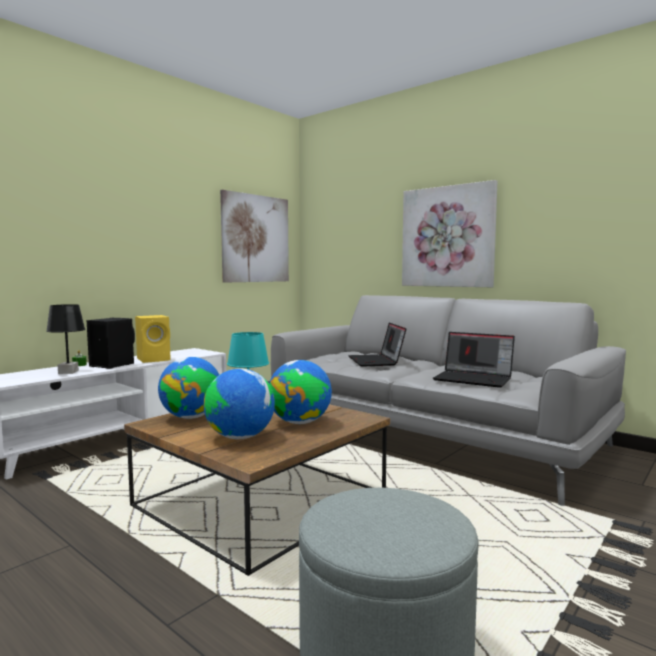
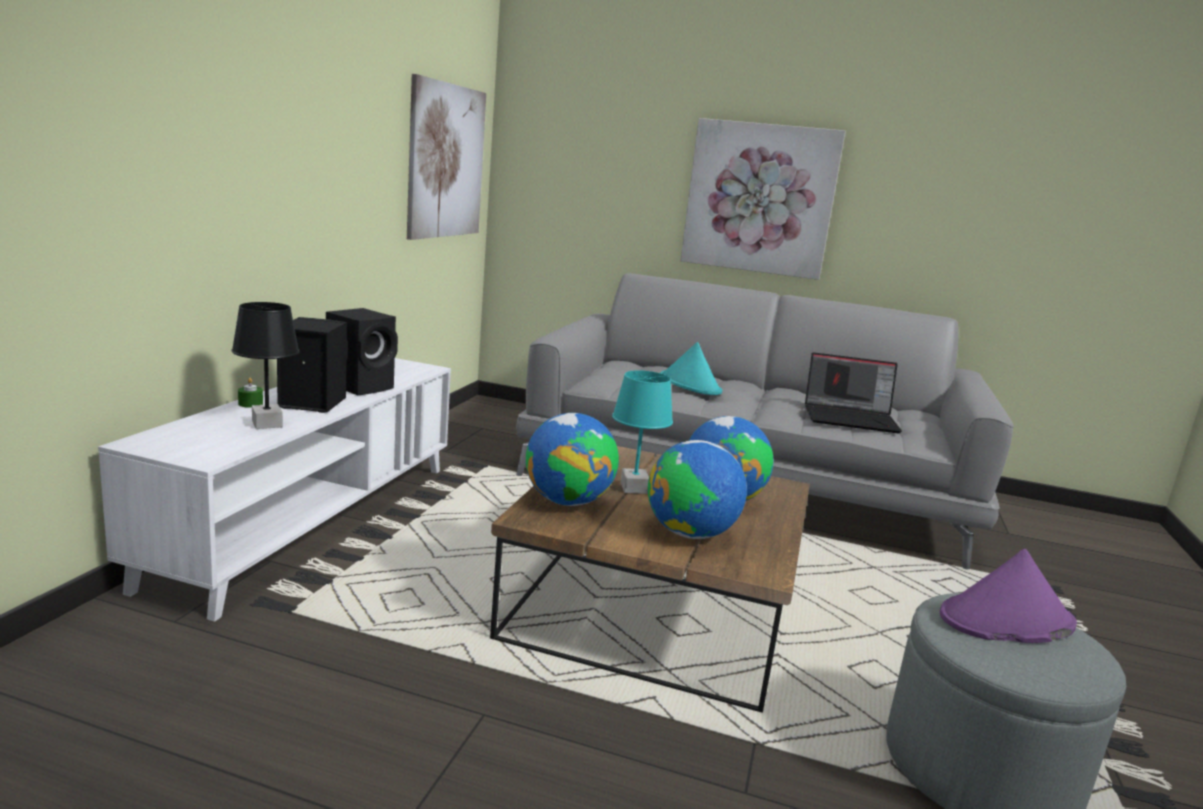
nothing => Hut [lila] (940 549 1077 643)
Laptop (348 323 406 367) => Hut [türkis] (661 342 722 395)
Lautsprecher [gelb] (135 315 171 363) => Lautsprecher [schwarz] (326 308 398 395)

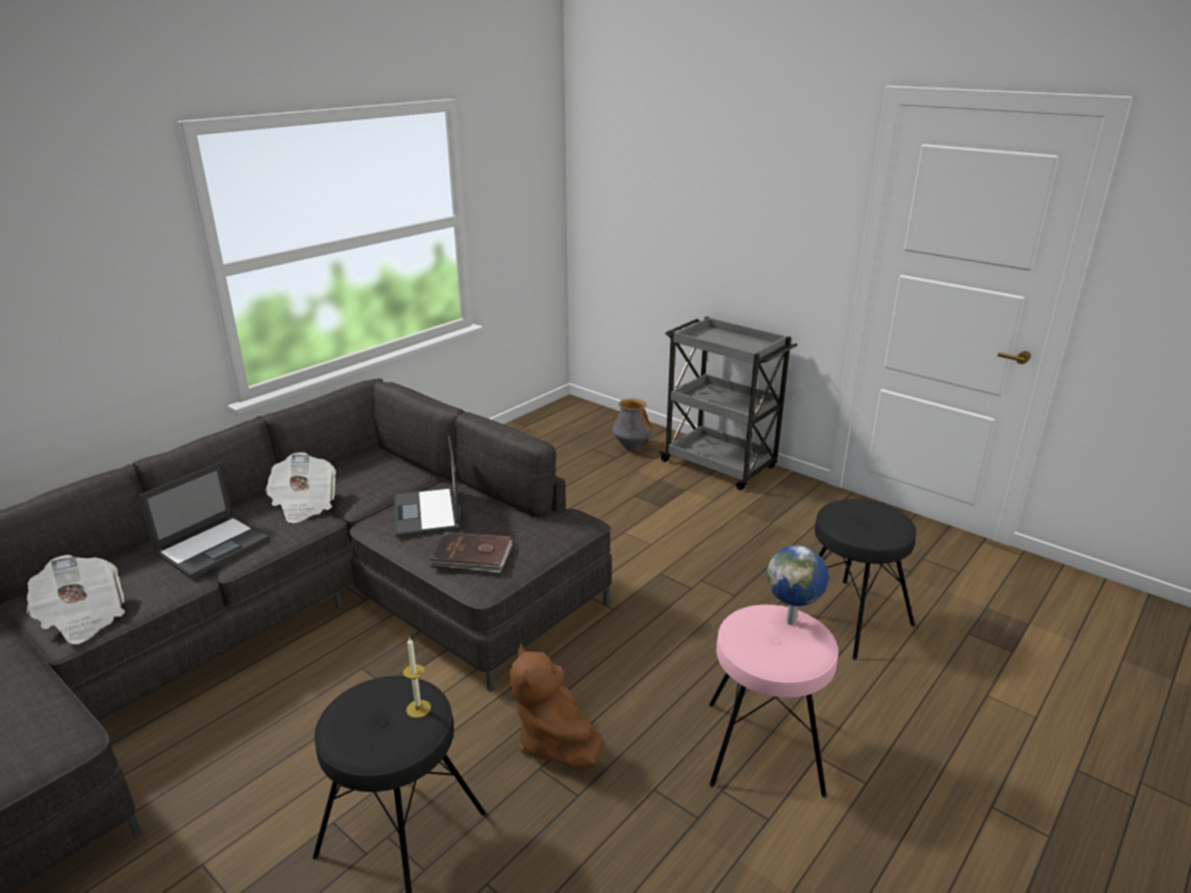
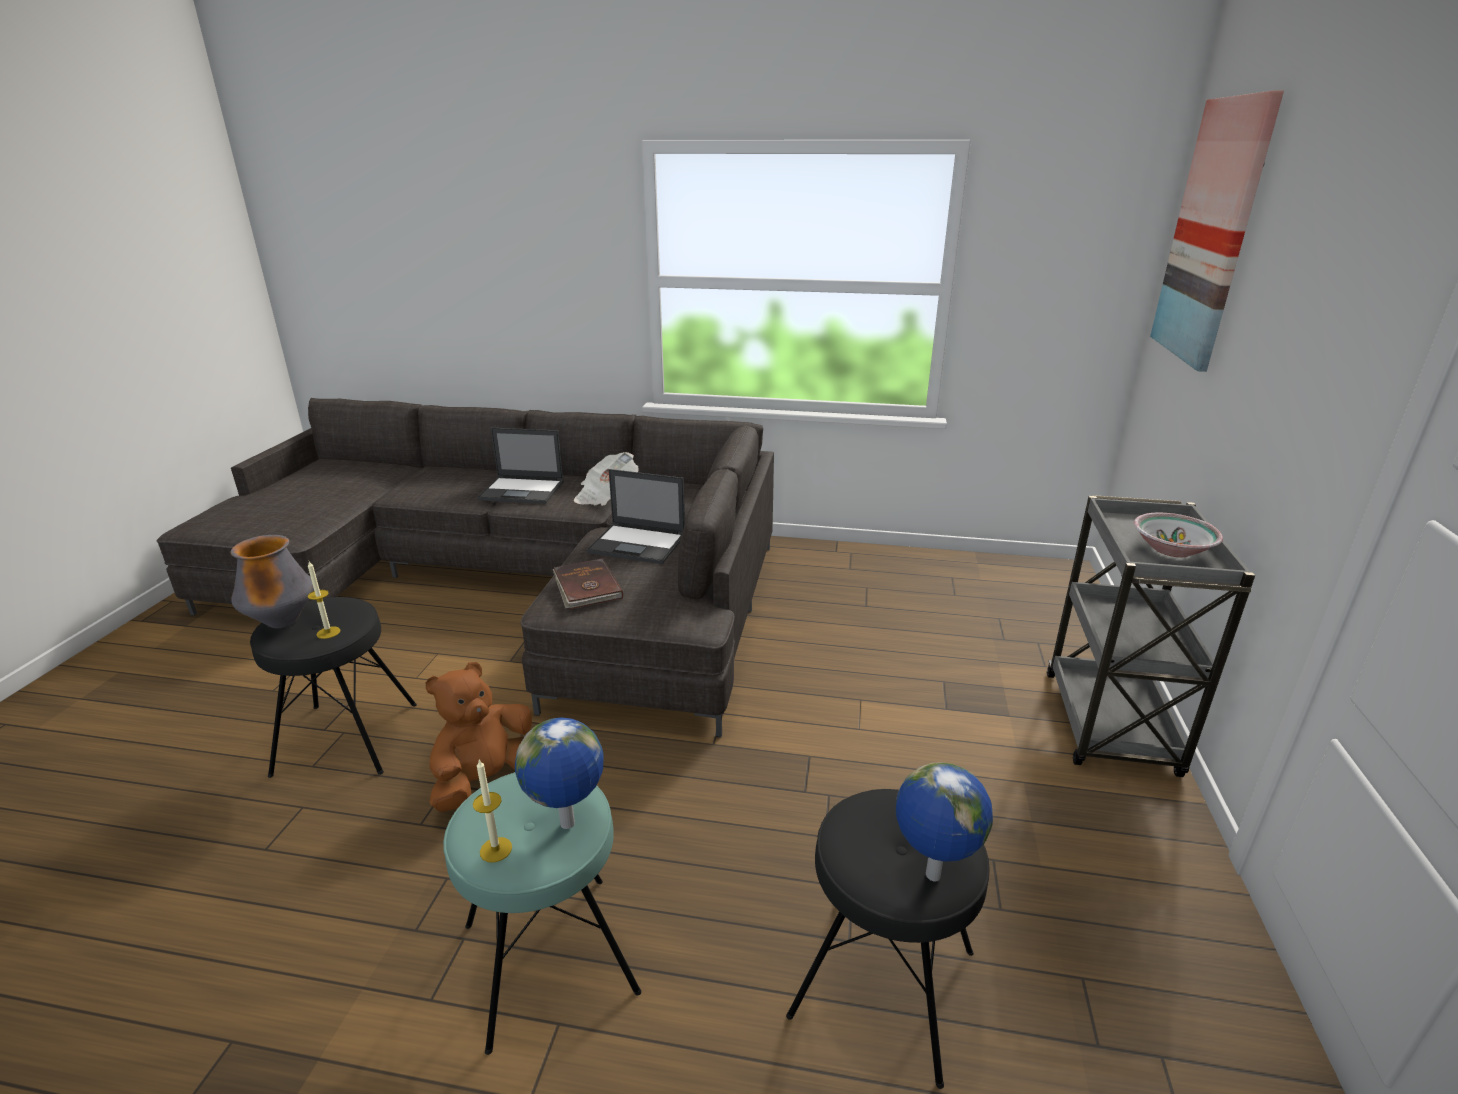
Zeitung (26 555 125 644) => nothing
nothing => Kerze (473 760 512 863)
nothing => Globus (896 762 993 881)
nothing => Schüssel (1134 513 1223 557)
nothing => Bild (1150 90 1284 372)
Vase (612 398 652 450) => Vase (230 535 314 628), relocated
Hocker [rosa] (709 604 839 798) => Hocker [türkis] (443 772 641 1055)
Laptop (394 436 461 537) => Laptop (587 469 685 564), 120 degrees counterclockwise

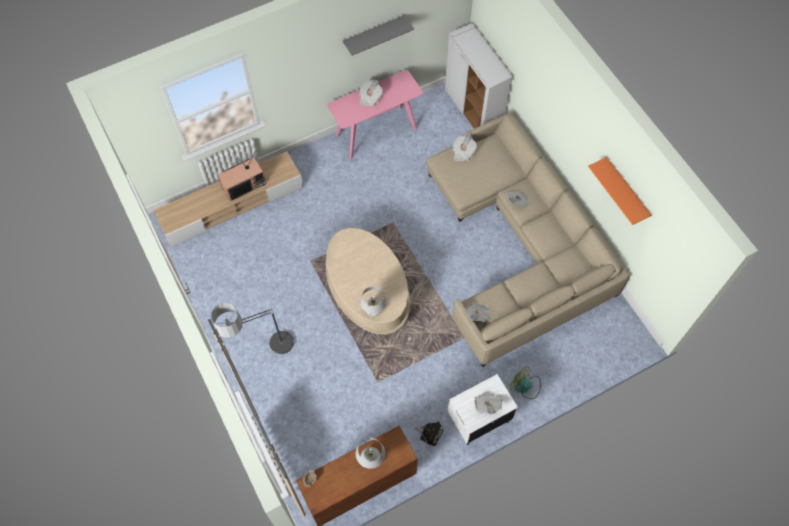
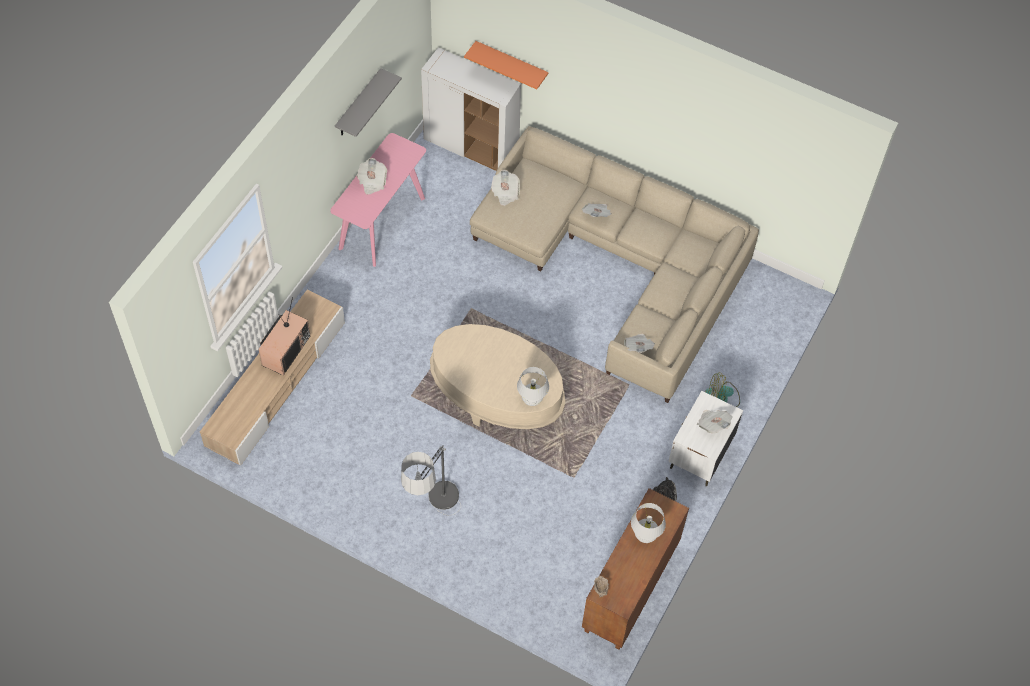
Wandregal [orange] (588 157 651 225) => Wandregal [orange] (464 41 548 89), relocated

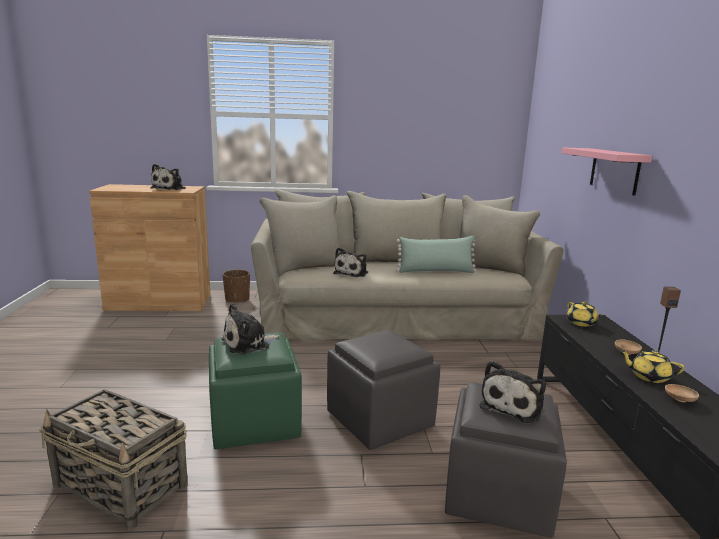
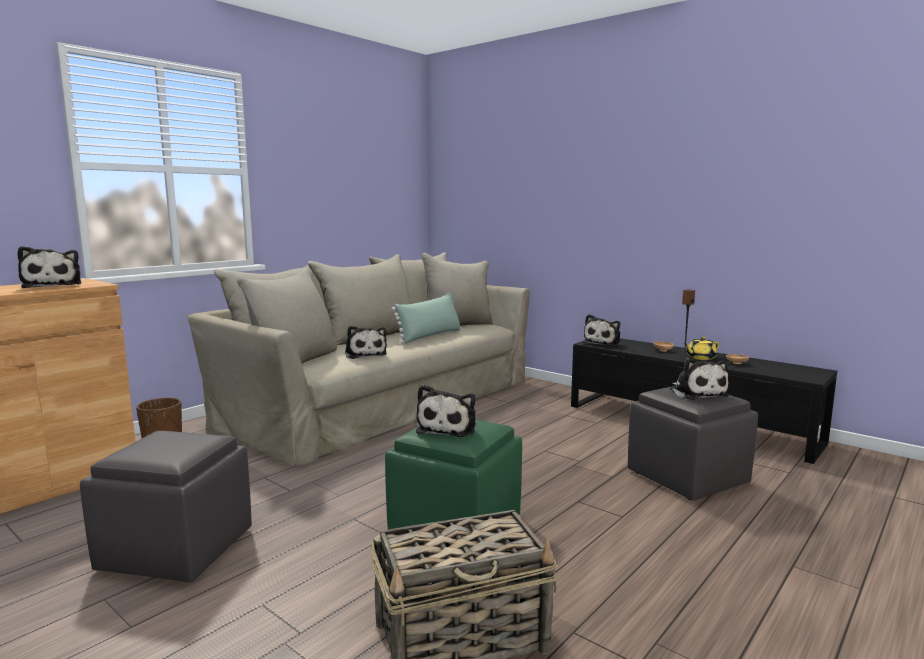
Wandregal [rosa] (561 147 652 196) => nothing
Polsterhocker [grau] (327 330 440 450) => Polsterhocker [grau] (80 431 252 582), relocated
Teekanne [gelb] (567 302 603 327) => Plüschtier (583 314 622 346)

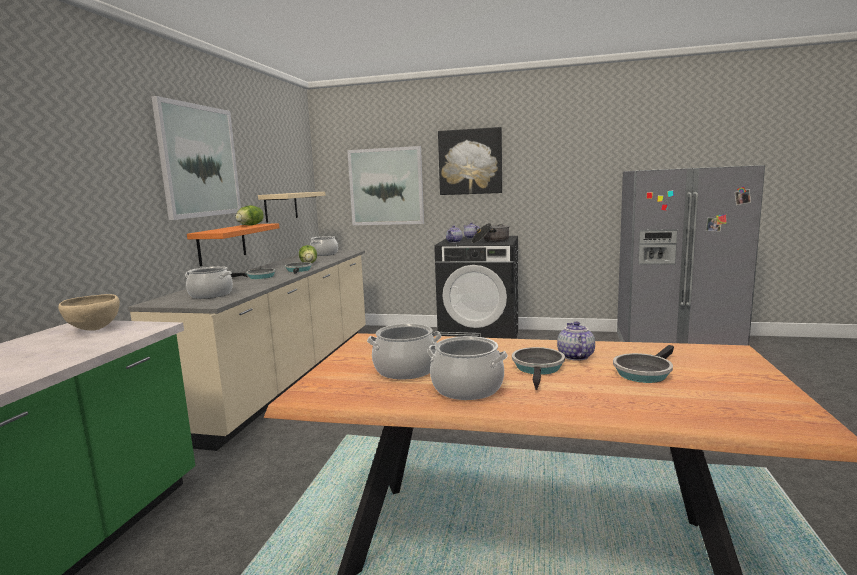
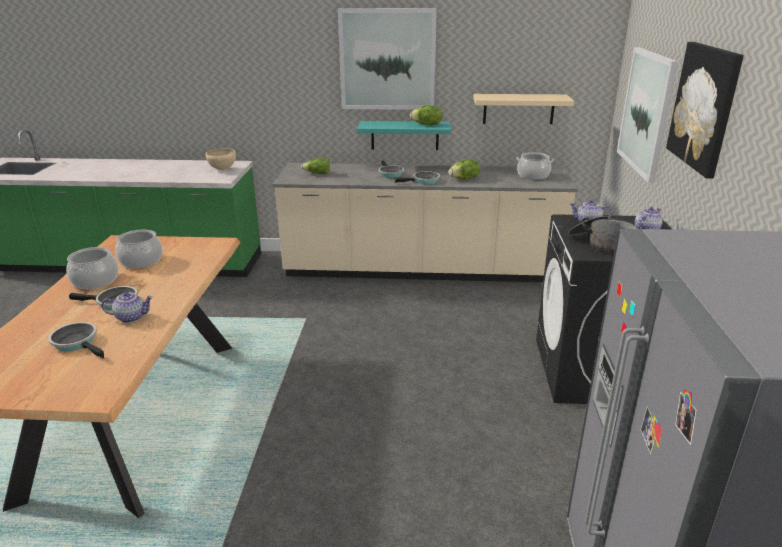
Kochtopf (185 266 233 299) => Salatkopf (301 158 330 174)
Wandregal [orange] (187 223 279 266) => Wandregal [türkis] (357 121 451 150)

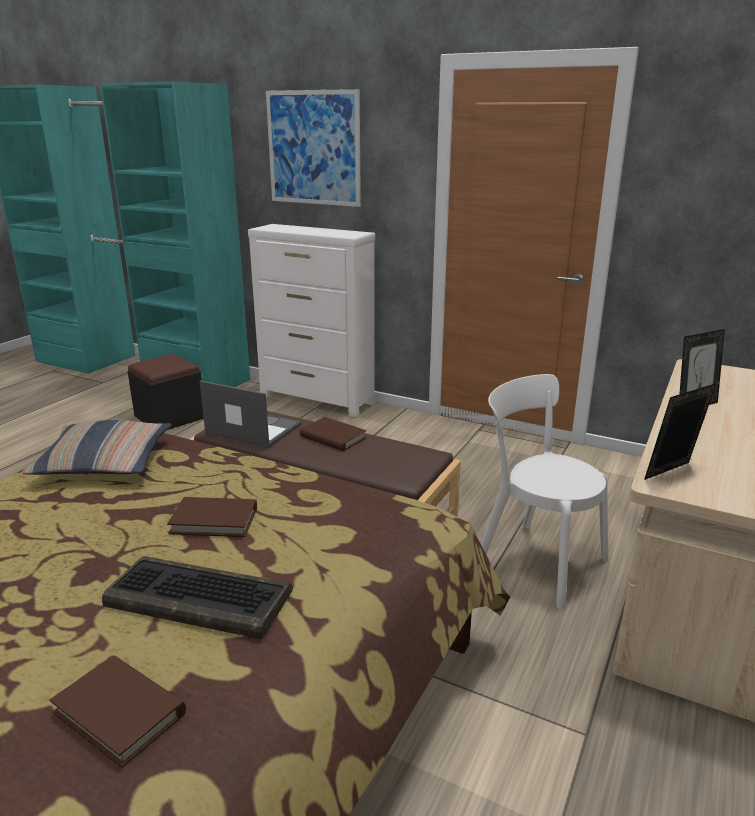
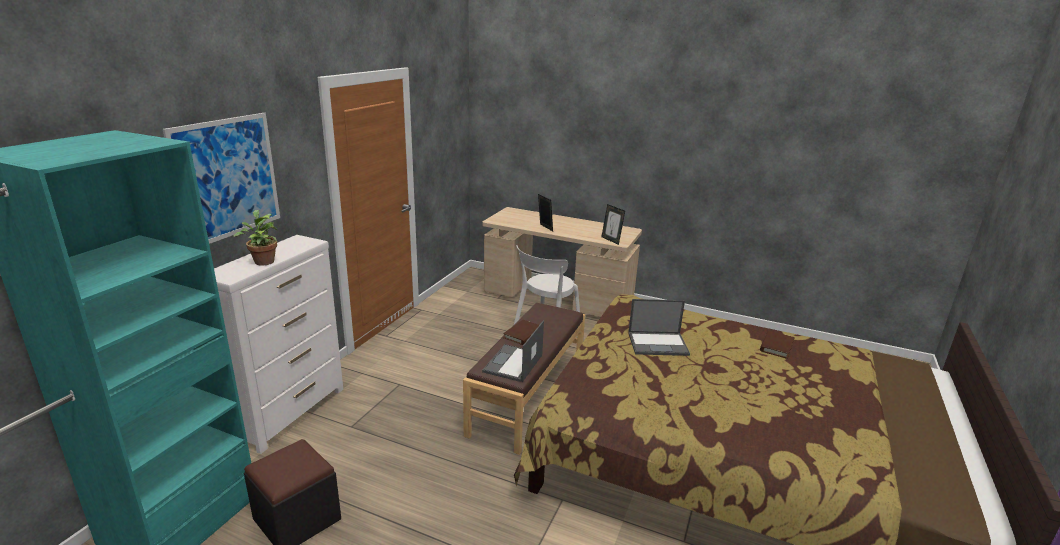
Kissen (21 420 172 475) => nothing
Tastatur (102 556 293 640) => nothing
nothing => Topfpflanze (234 210 278 266)
Buch [braun] (167 497 257 537) => Laptop (628 299 690 356)

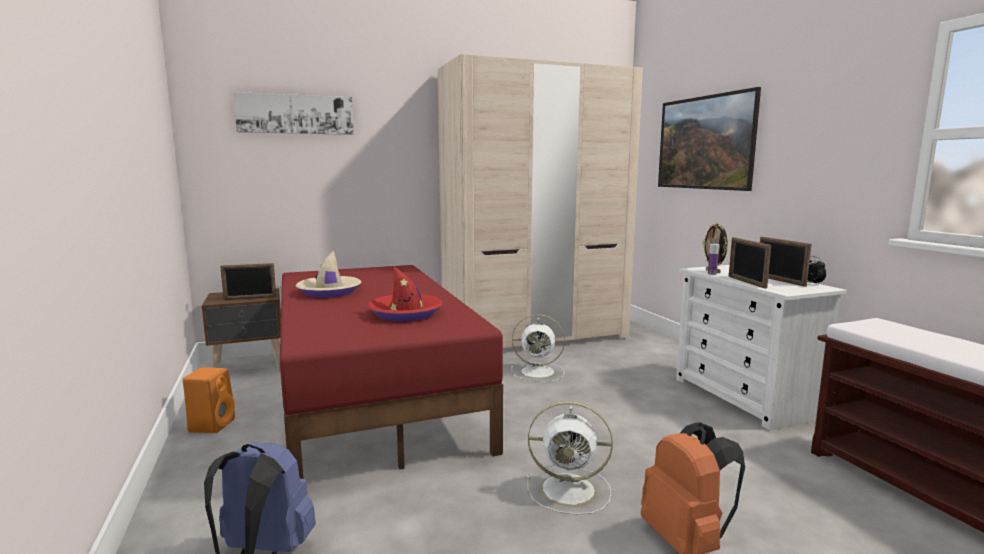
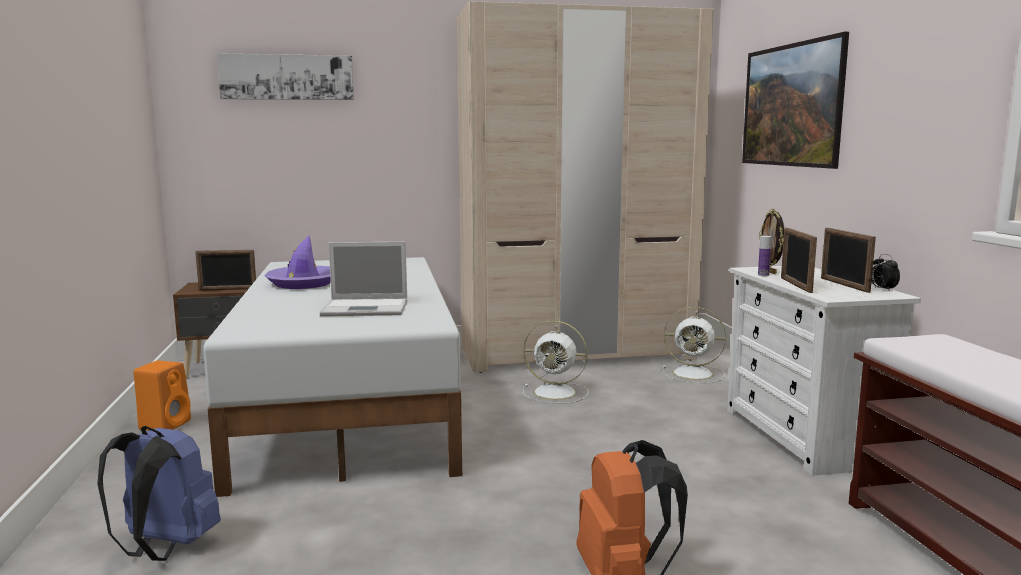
Ventilator [weiß] (527 401 613 515) => Ventilator [weiß] (663 307 726 383), relocated
Hut [rot] (367 266 443 321) => Laptop (320 242 407 316)
Bett [rot] (280 265 503 479) => Bett [weiß] (203 257 462 497)
Hut [beige] (296 250 362 298) => Hut [lila] (264 235 331 289)

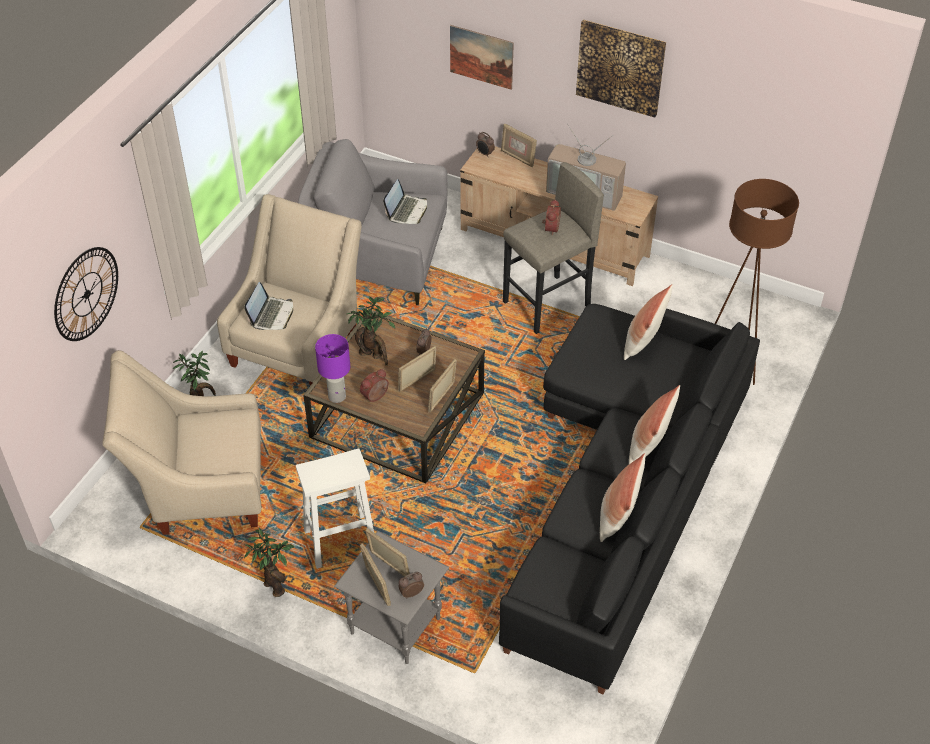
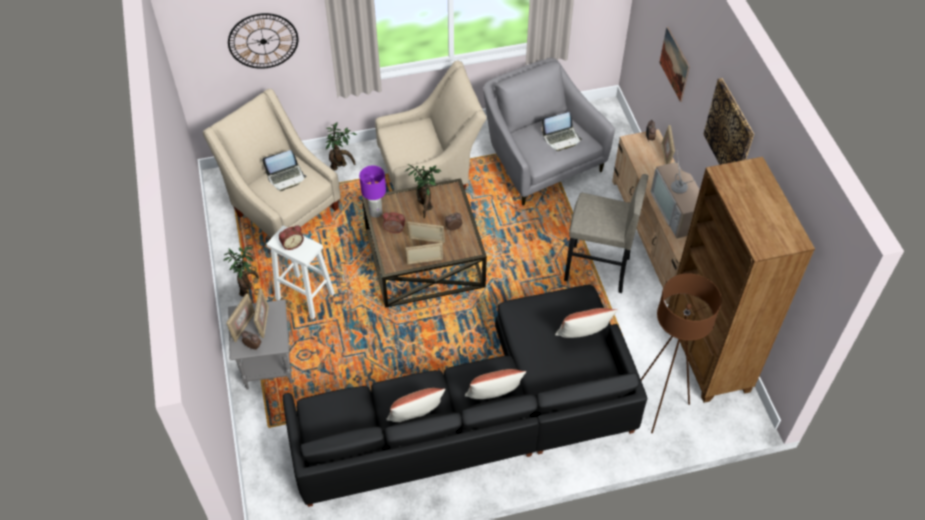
nothing => Bücherregal [braun] (668 157 815 403)
Laptop (244 282 293 330) => Laptop (262 150 306 191), relocated
Wecker (542 199 561 236) => Wecker (279 225 304 250), relocated

